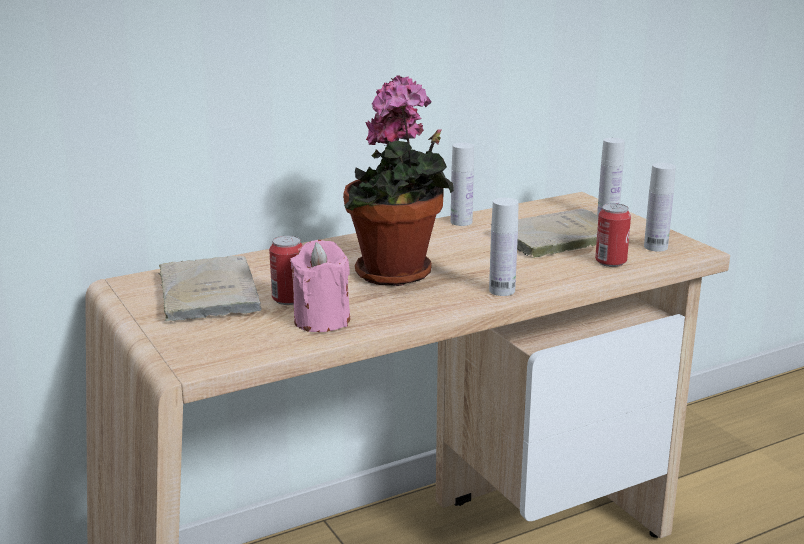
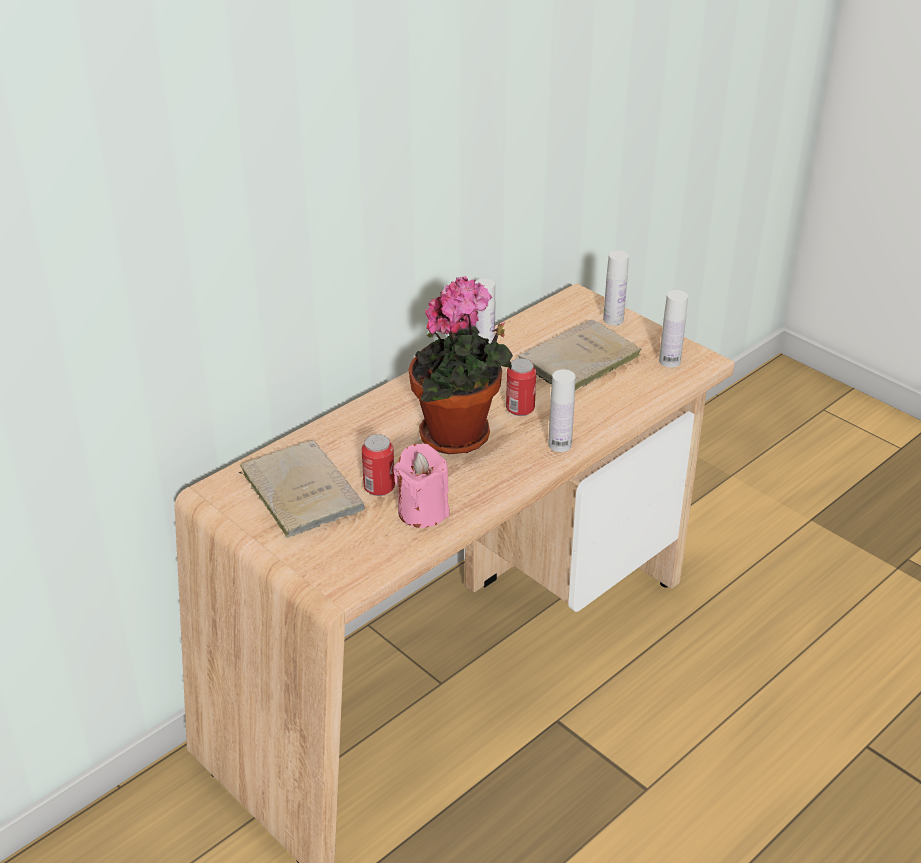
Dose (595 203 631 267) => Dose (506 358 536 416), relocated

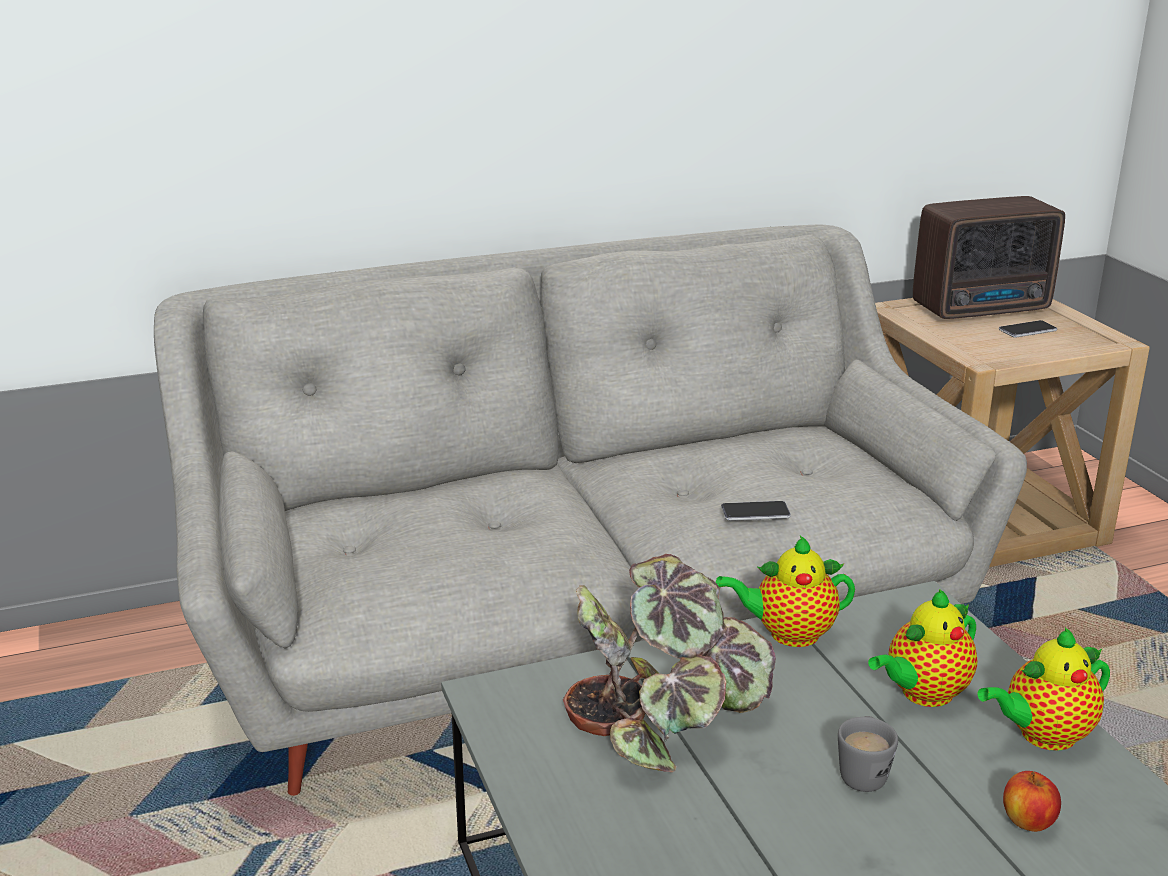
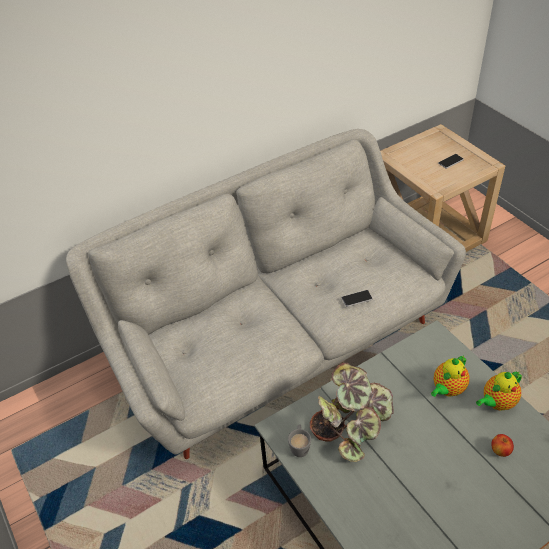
Teekanne (716 536 855 647) => nothing
Radio (913 196 1065 319) => nothing
Henkelbecher [grau] (838 716 898 792) => Henkelbecher [grau] (288 425 311 457), relocated

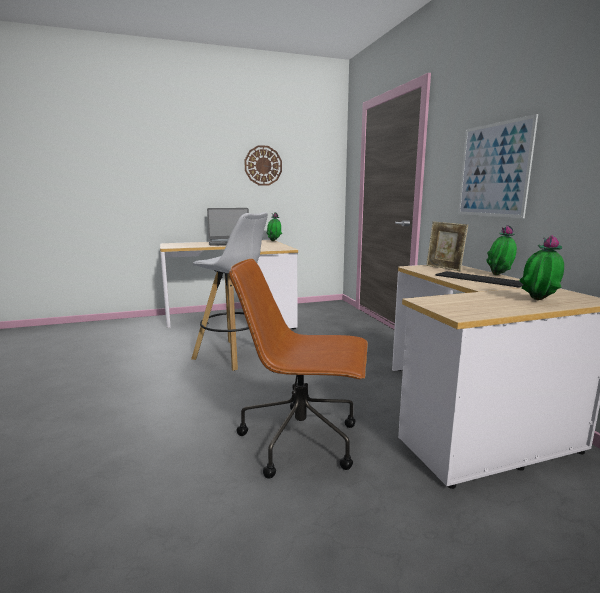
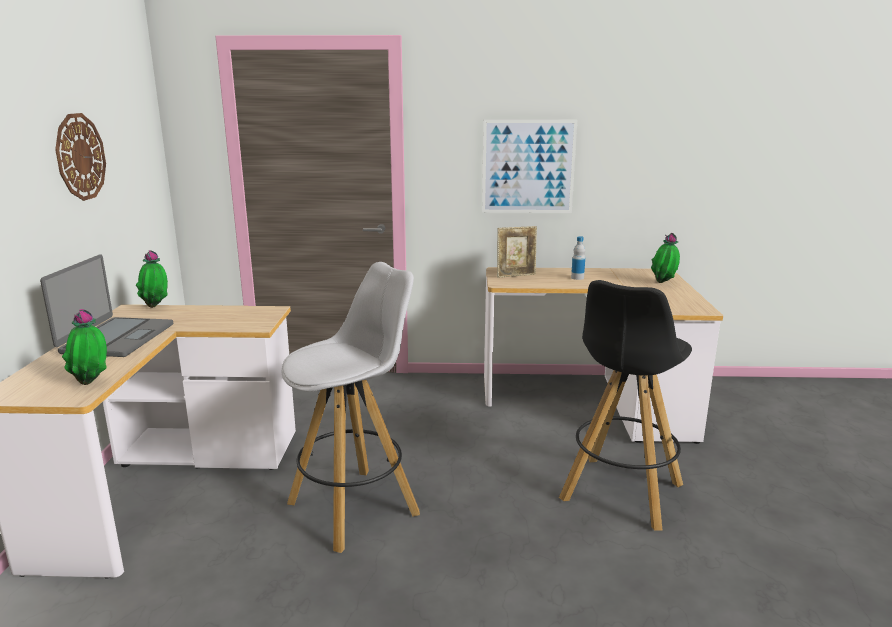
Topfpflanze (486 225 517 275) => Topfpflanze (62 309 107 385), relocated
Bürostuhl [braun] (229 259 368 479) => Hocker [schwarz] (559 280 692 531)
Tastatur (436 271 523 288) => Flasche (571 236 585 280)

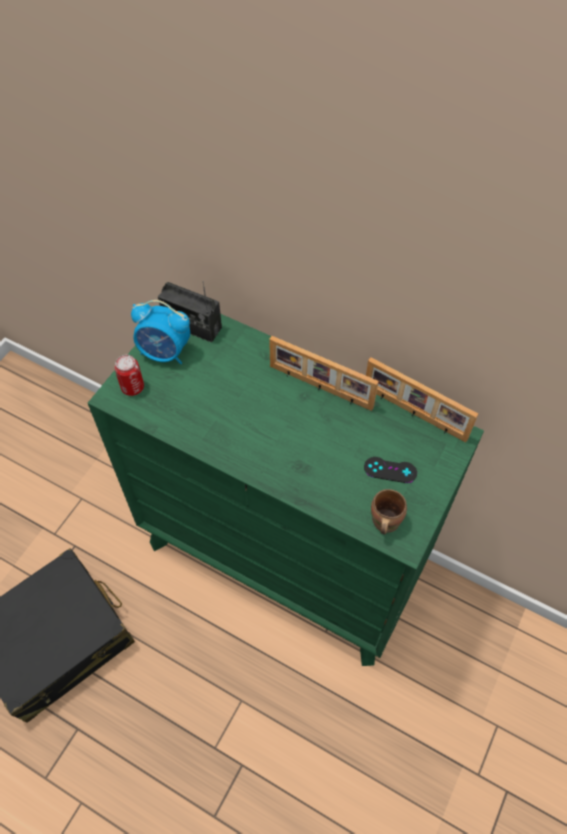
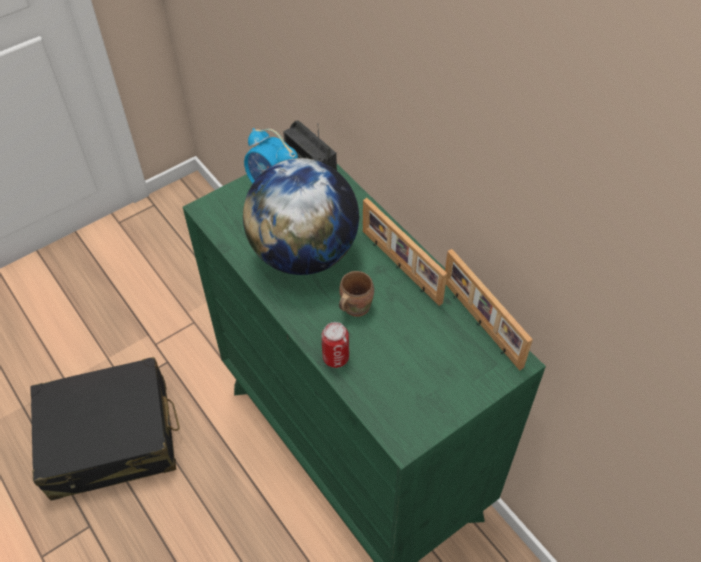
Gamepad [schwarz] (364 457 417 483) => nothing
nothing => Globus (243 158 359 275)
Dose (114 355 144 396) => Dose (321 322 349 368), relocated
Henkelbecher [braun] (371 489 407 534) => Henkelbecher [braun] (339 271 374 317), relocated

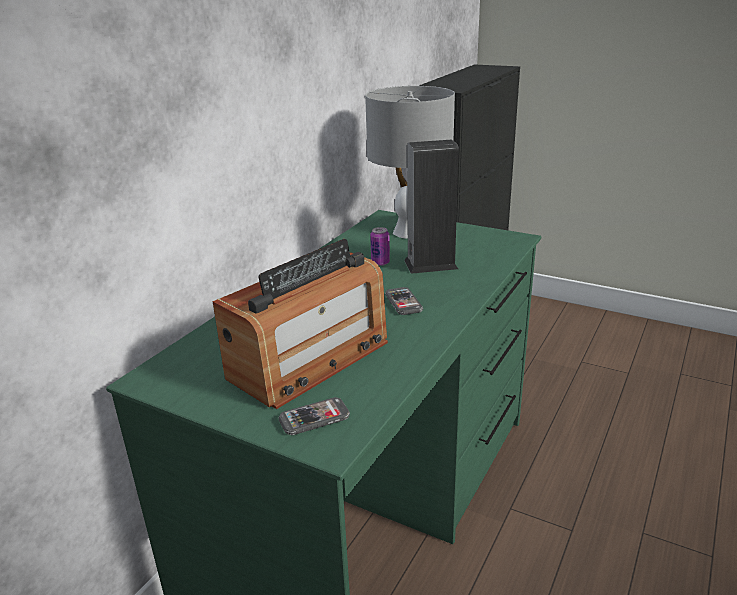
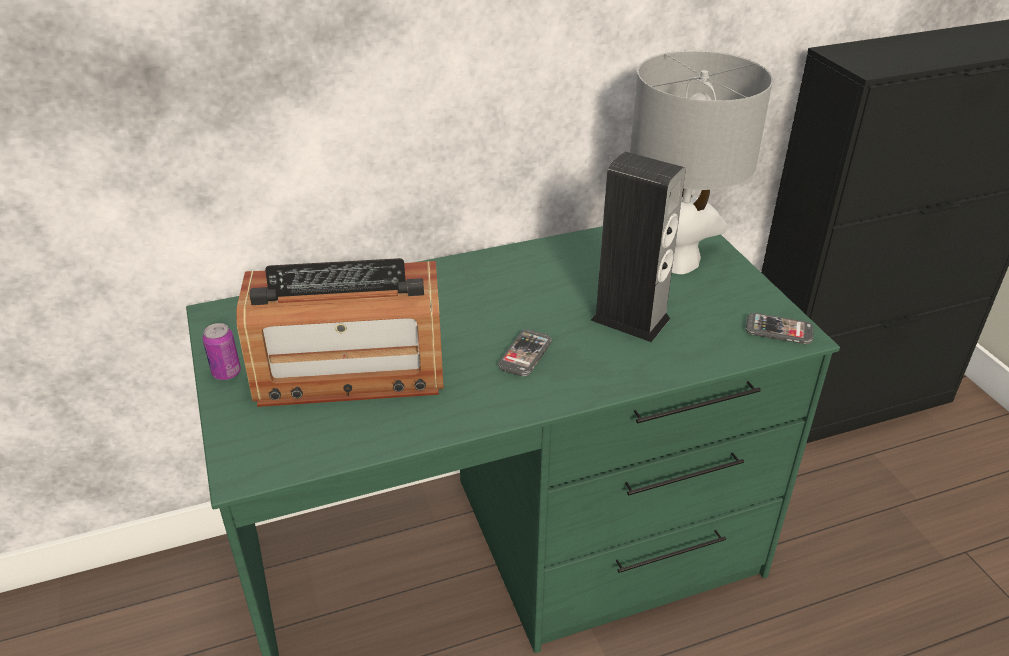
Handy (279 397 350 435) => Handy (746 313 814 344), relocated
Dose (370 227 390 266) => Dose (203 323 241 380), relocated

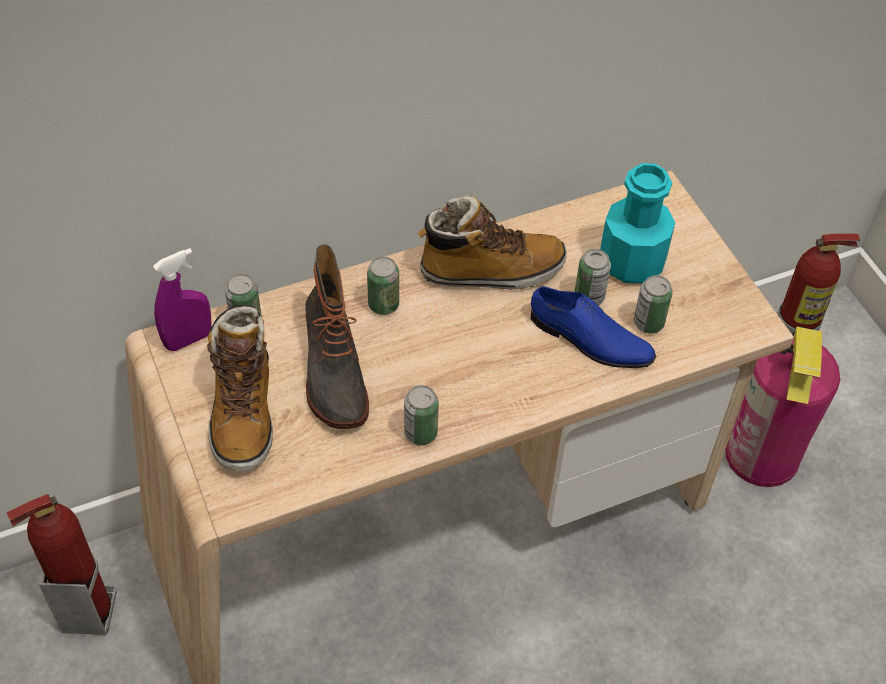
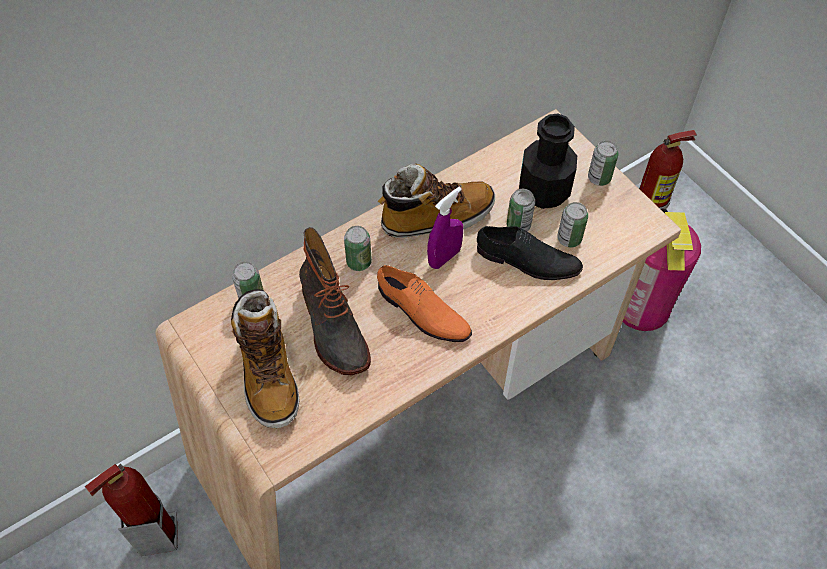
nothing => Schuh [orange] (377 265 472 342)
Sprühflasche [lila] (153 248 212 351) => Sprühflasche [lila] (427 187 463 269), relocated
Dose (404 385 439 445) => Dose (588 141 619 186), relocated
Schuh [blau] (530 286 656 368) => Schuh [schwarz] (477 226 583 280)
Flasche [türkis] (600 163 675 283) => Flasche [schwarz] (519 113 577 209)

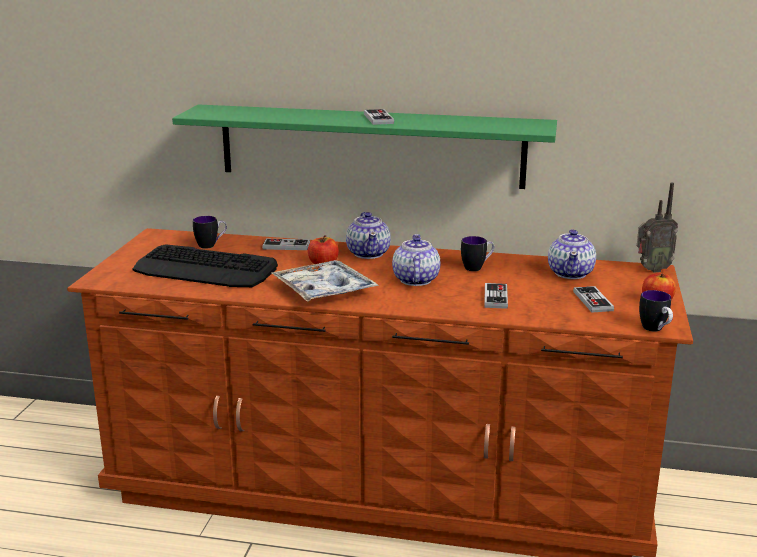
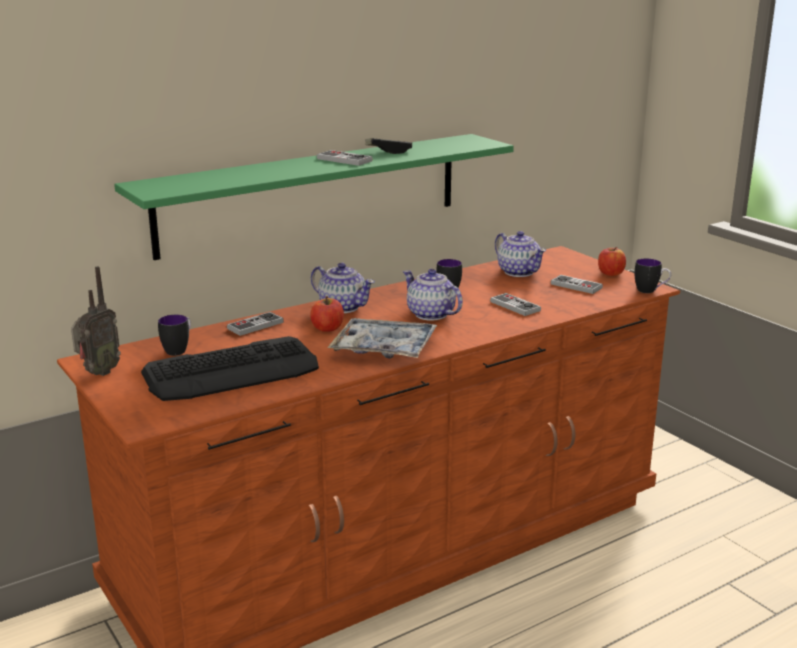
nothing => Gamepad (365 138 412 154)
Radio (637 182 678 273) => Radio (71 266 121 376), relocated

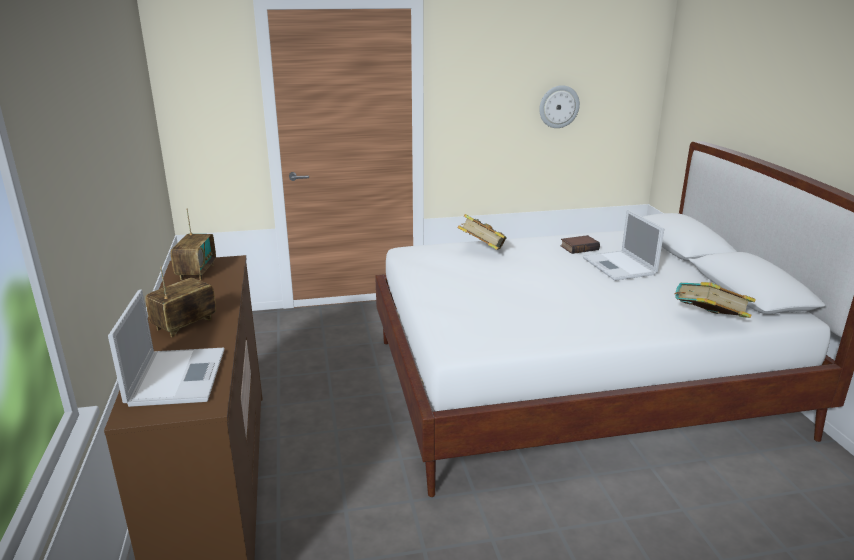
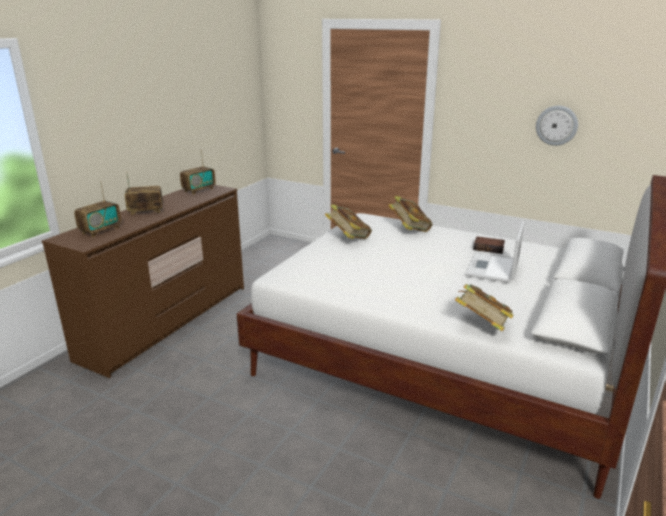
nothing => Buch (325 204 372 239)
Laptop (108 289 225 407) => Radio (74 182 121 237)

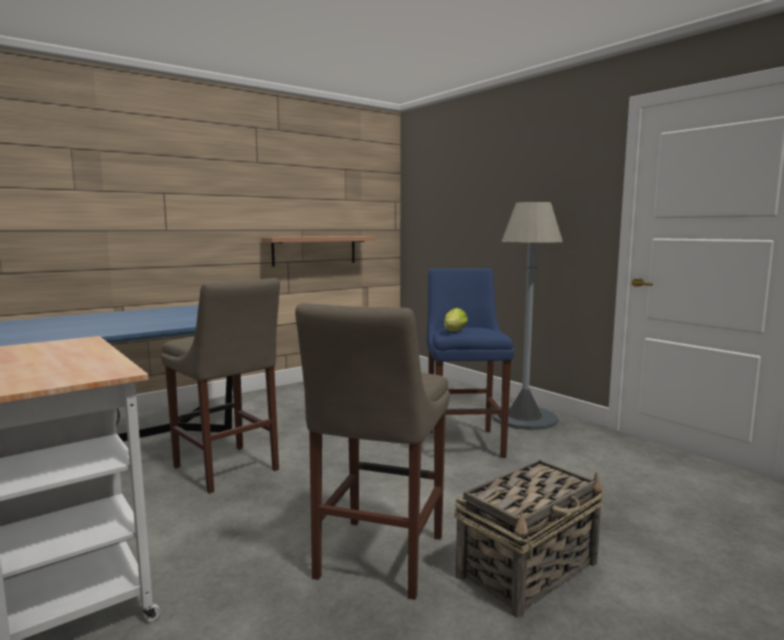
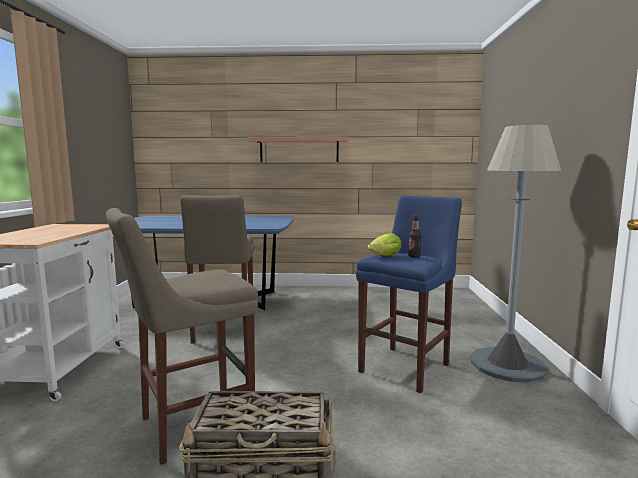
nothing => Flasche (408 215 422 258)
Wandregal (261 236 375 266) => Wandregal (247 137 348 162), relocated

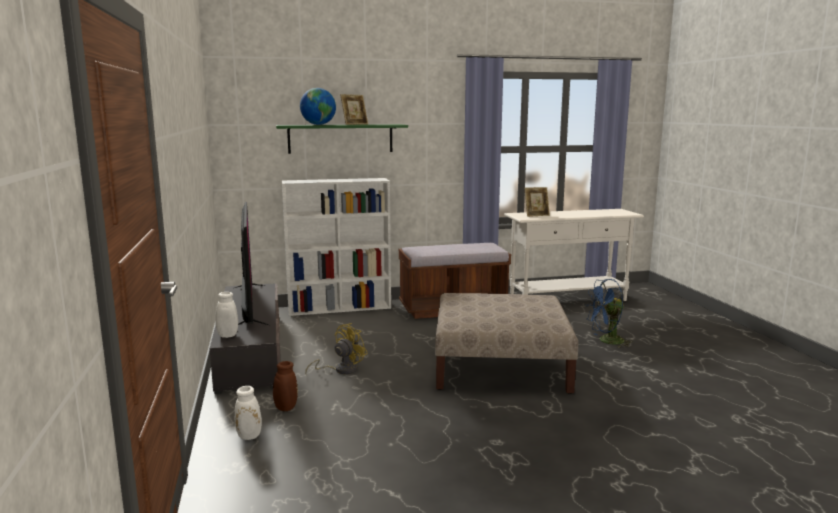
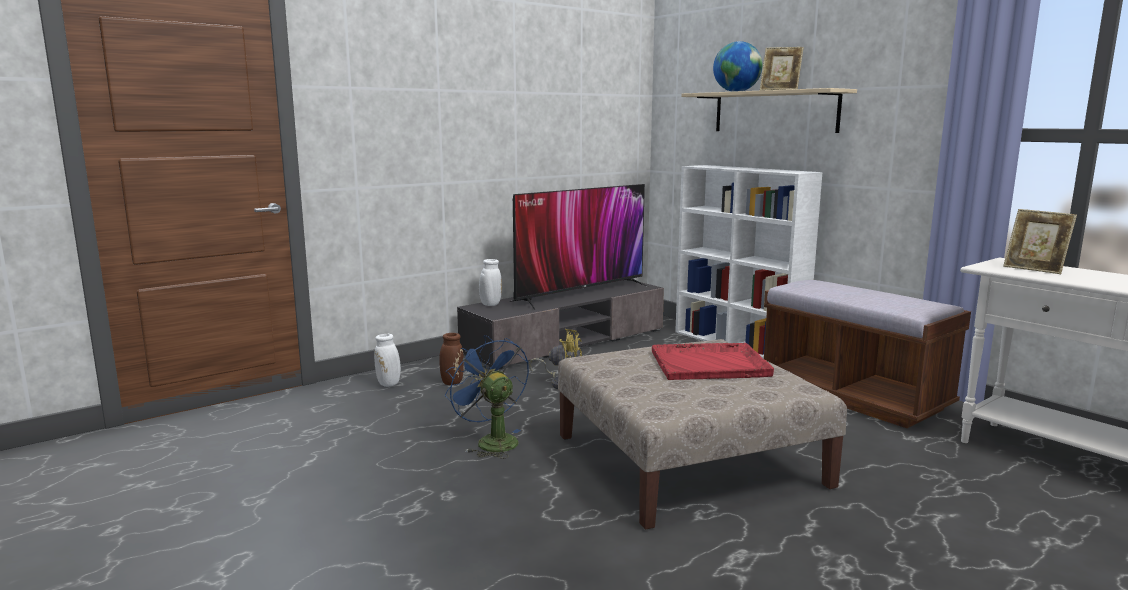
nothing => Tablett [rot] (652 343 774 380)
Ventilator [blau] (585 279 633 348) => Ventilator [blau] (445 335 529 459), relocated
Wandregal [grün] (276 124 408 154) => Wandregal [beige] (681 88 857 133)

